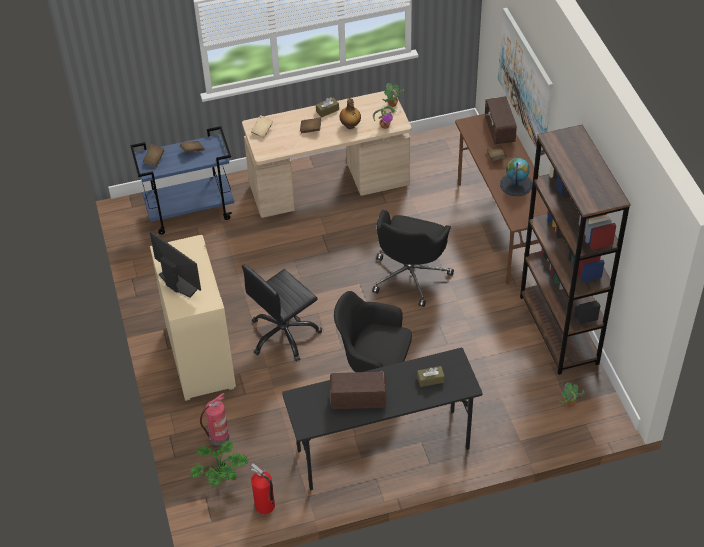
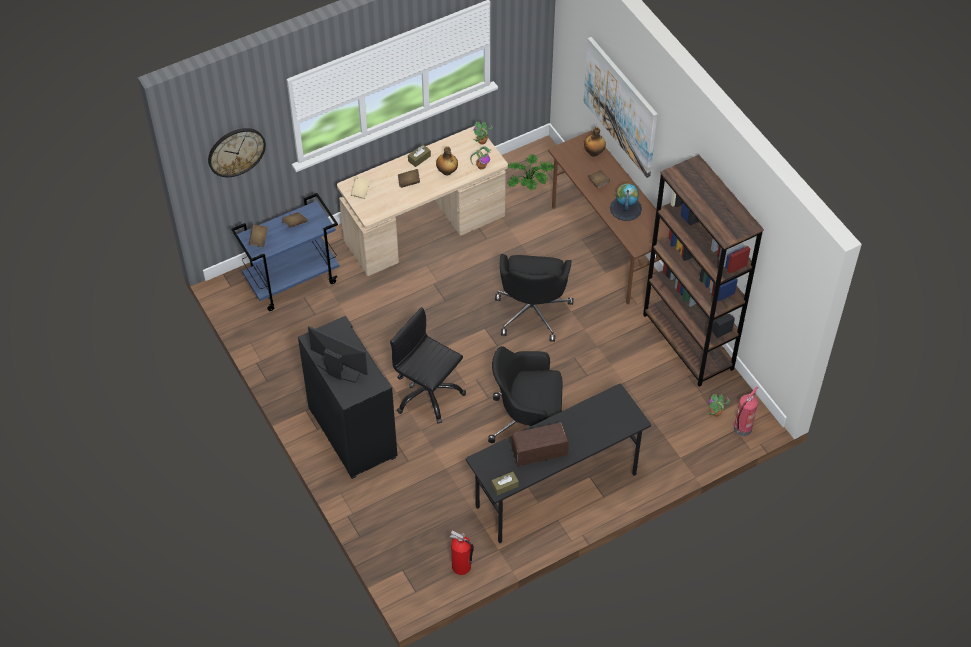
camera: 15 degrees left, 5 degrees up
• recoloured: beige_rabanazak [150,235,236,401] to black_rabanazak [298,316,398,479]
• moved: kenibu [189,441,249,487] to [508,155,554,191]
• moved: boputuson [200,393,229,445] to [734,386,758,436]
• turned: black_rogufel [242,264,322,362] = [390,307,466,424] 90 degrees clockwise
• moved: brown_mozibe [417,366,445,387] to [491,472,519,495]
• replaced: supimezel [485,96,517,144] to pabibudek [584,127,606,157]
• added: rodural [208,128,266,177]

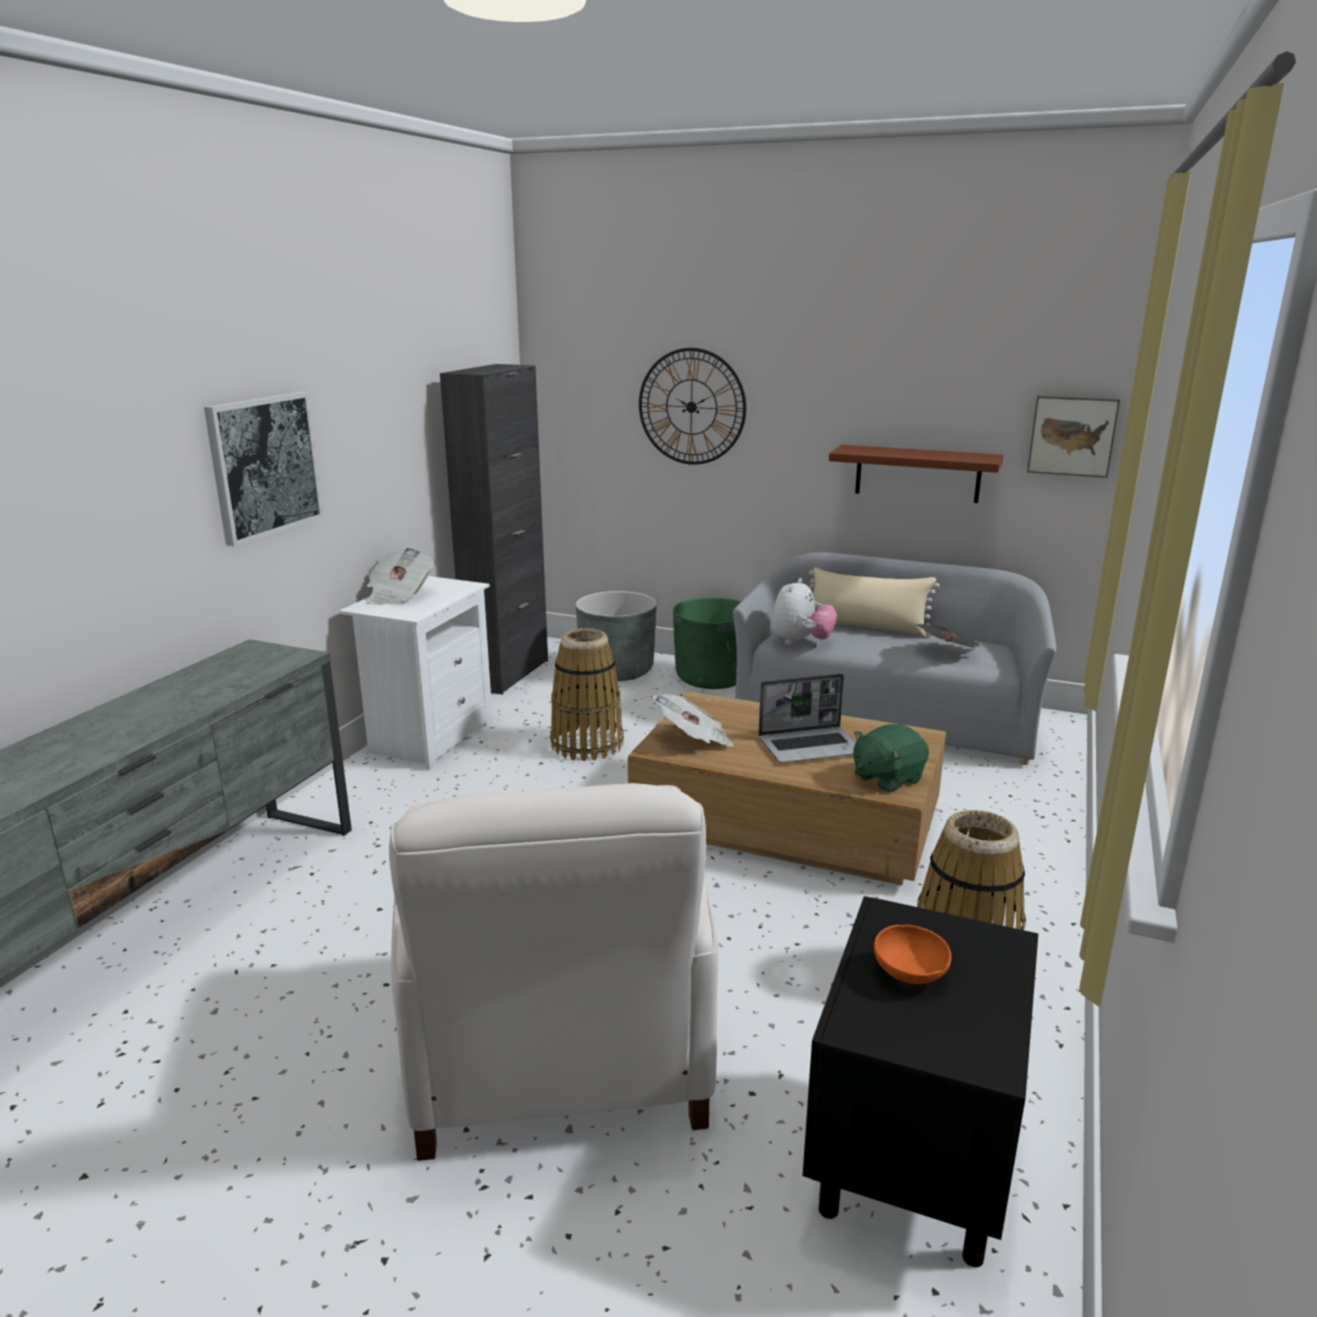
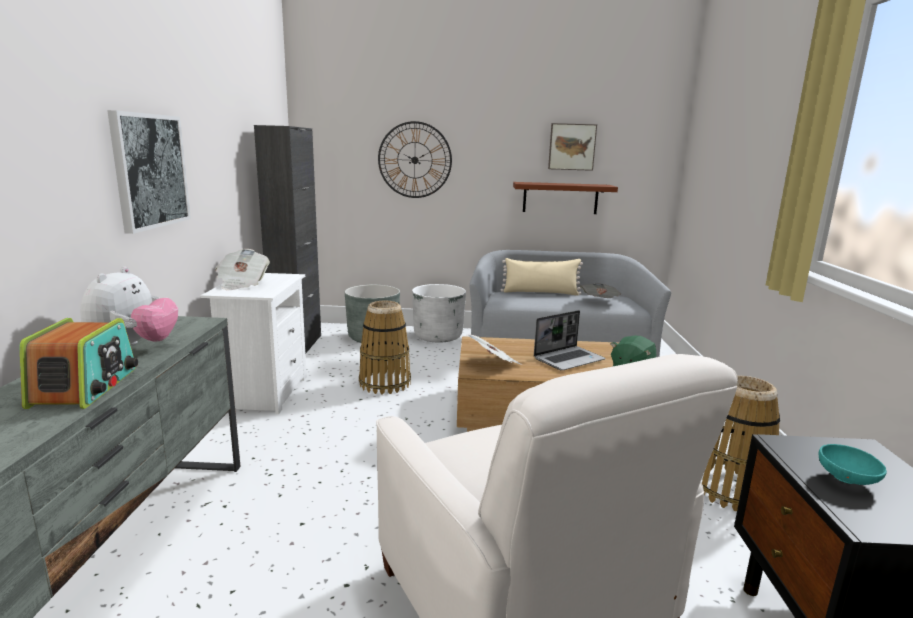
camera: 20 degrees left, 5 degrees down
• recoloured: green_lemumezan [673,597,741,689] to white_lemumezan [412,284,466,343]
• moved: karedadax [772,578,837,645] to [80,267,178,346]
• recoloured: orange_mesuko [874,925,952,984] to turquoise_mesuko [819,444,887,485]
• moved: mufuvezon [1027,395,1120,478] to [548,123,597,171]
• added: supimezel [20,318,138,409]

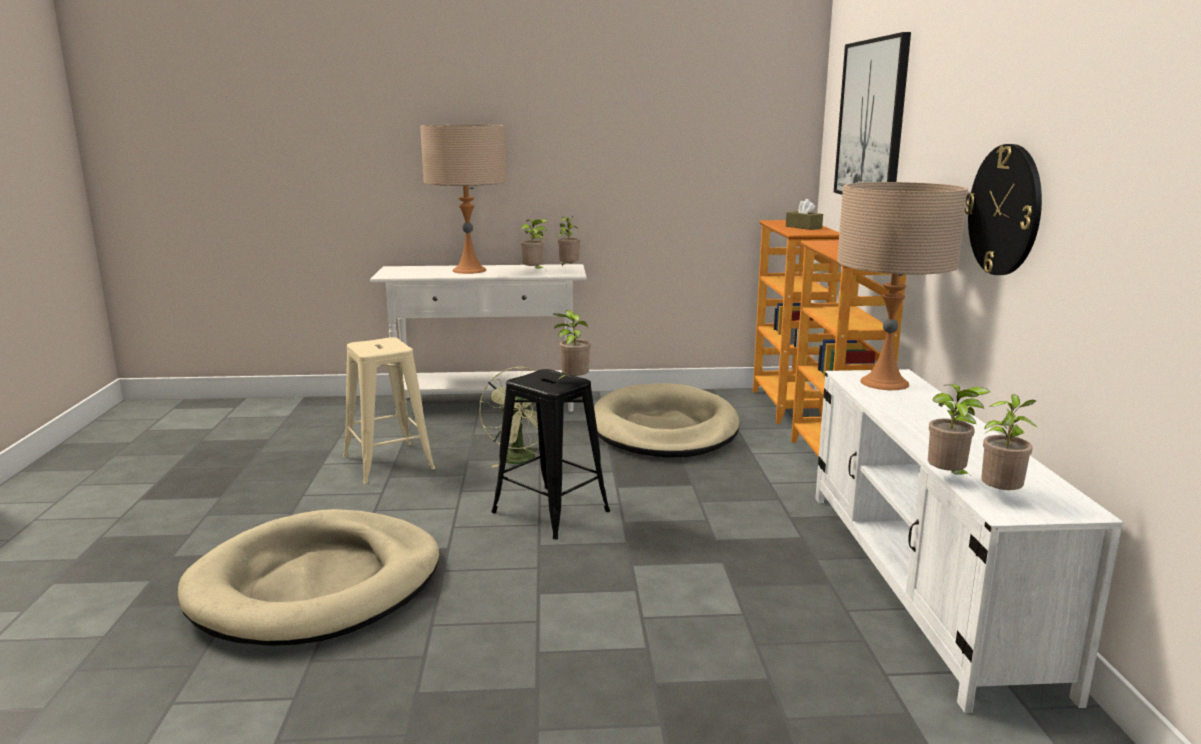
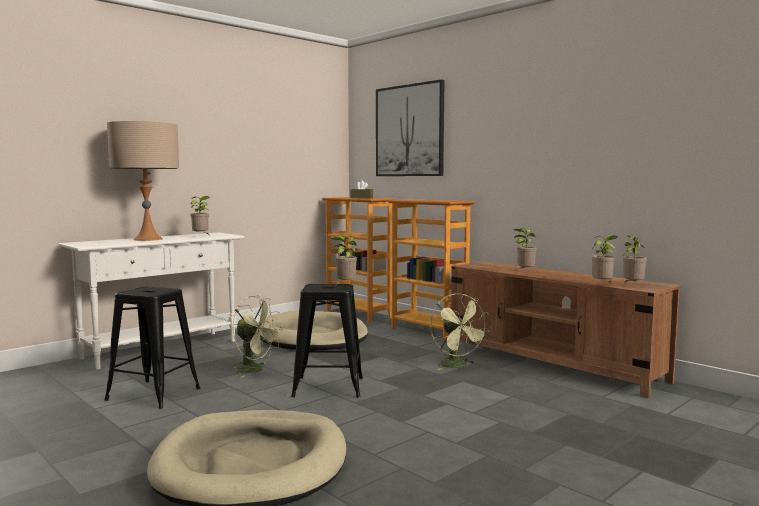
camera: 40 degrees left, 10 degrees down
• recoloured: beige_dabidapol [343,337,435,484] to black_dabidapol [104,286,200,409]
• moved: kenibu [557,216,580,266] to [513,228,536,271]
• recoloured: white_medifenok [815,369,1123,713] to brown_medifenok [451,261,680,398]
• removed: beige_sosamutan [837,182,968,390]
• removed: rodural [965,144,1042,275]
• added: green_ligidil [430,293,489,370]

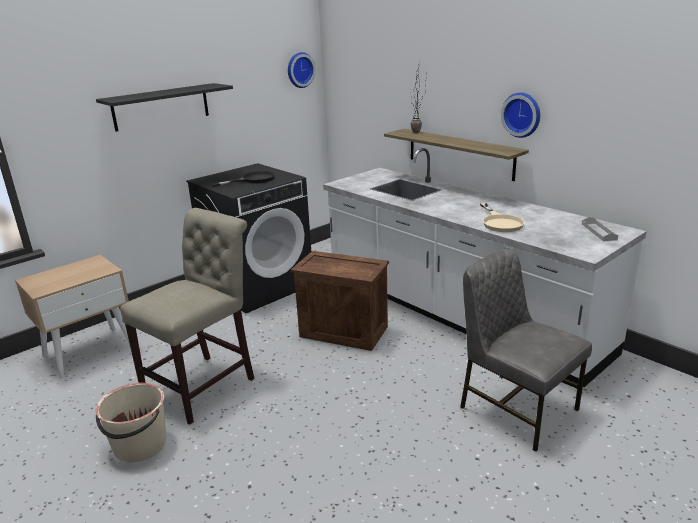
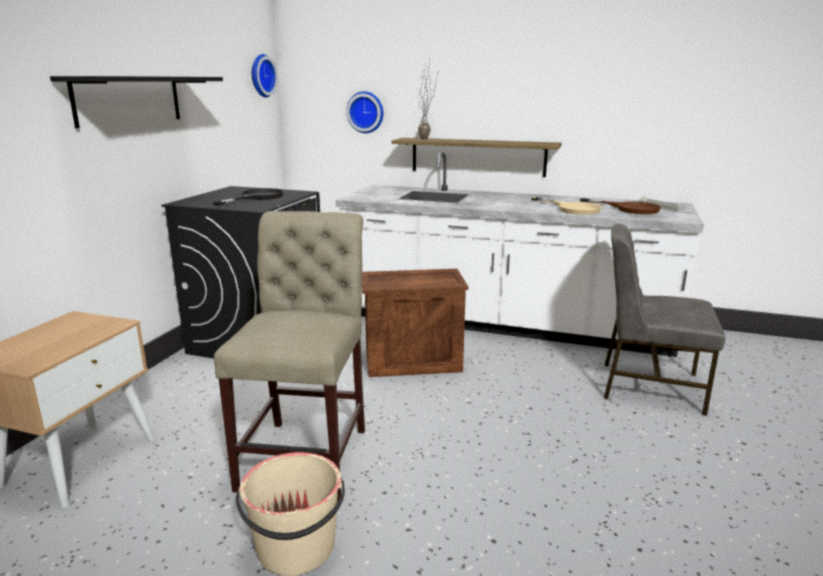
camera: 30 degrees left, 5 degrees down
• moved: rodural [501,92,540,138] to [346,91,384,133]
• added: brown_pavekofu [580,198,661,214]

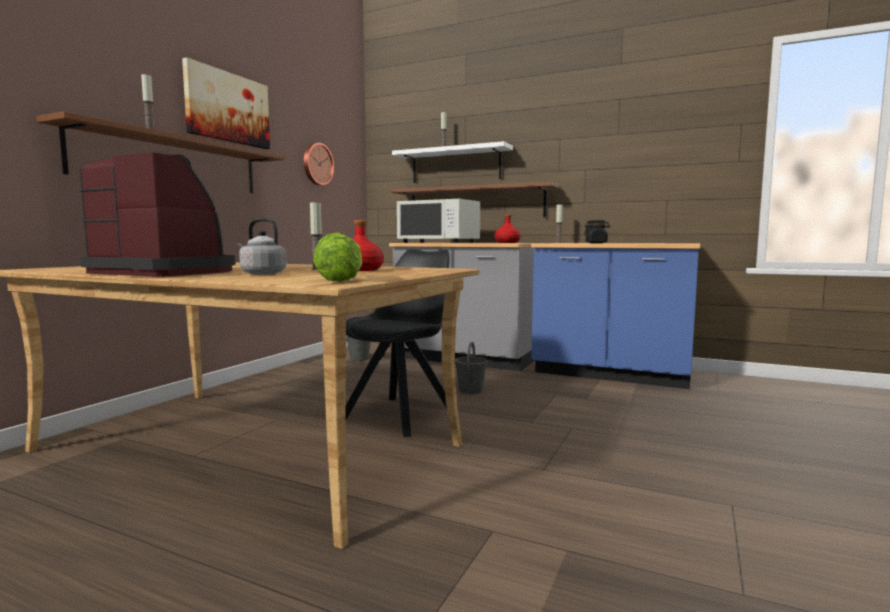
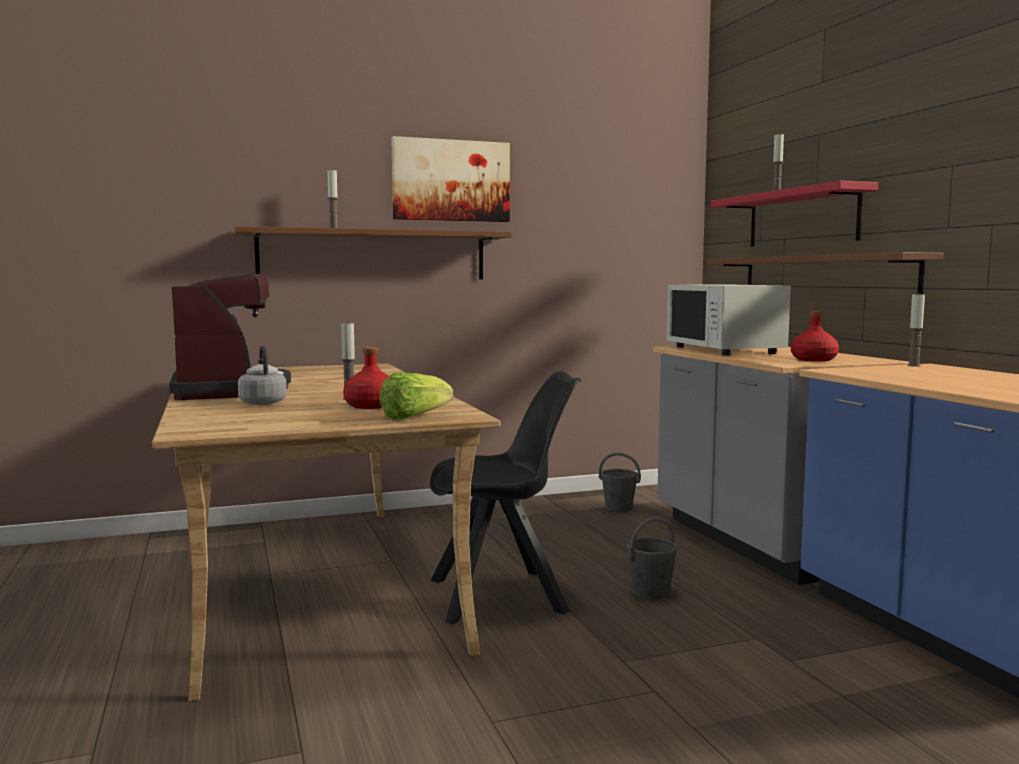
camera: 45 degrees right, 0 degrees up
• removed: rodural [304,143,334,186]
• moved: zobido [313,232,362,282] to [380,372,453,419]
• recoloured: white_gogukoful [392,141,513,183] to red_gogukoful [710,180,879,247]
• removed: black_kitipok [584,220,610,243]

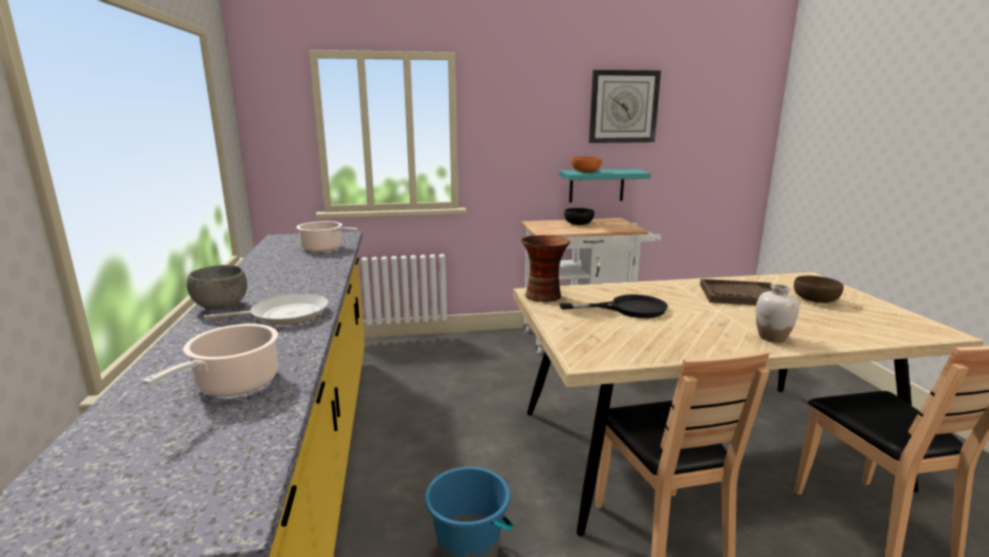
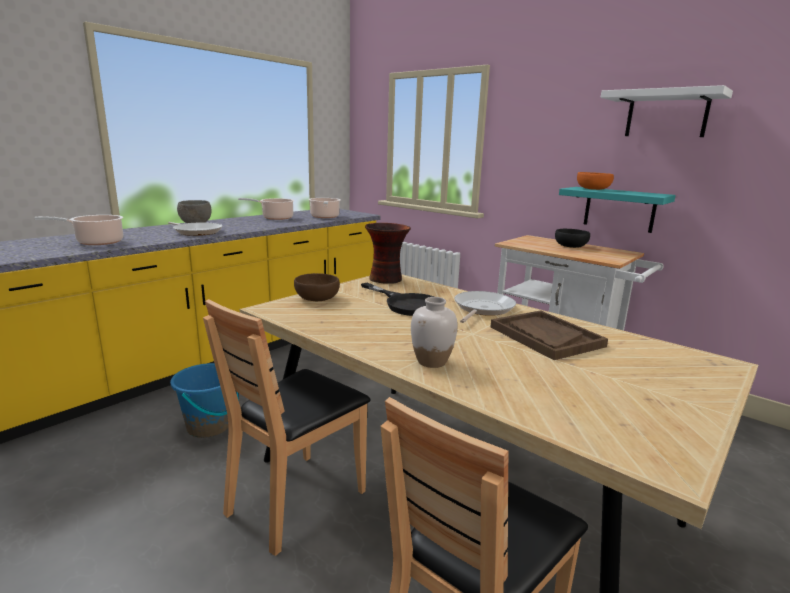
camera: 50 degrees right, 0 degrees up
• replaced: rodural [589,70,661,143] to white_gogukoful [601,85,733,137]
• moved: brown_mesuko [794,276,844,303] to [294,273,340,301]
• added: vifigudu [238,198,294,220]
• added: pavekofu [454,291,516,323]

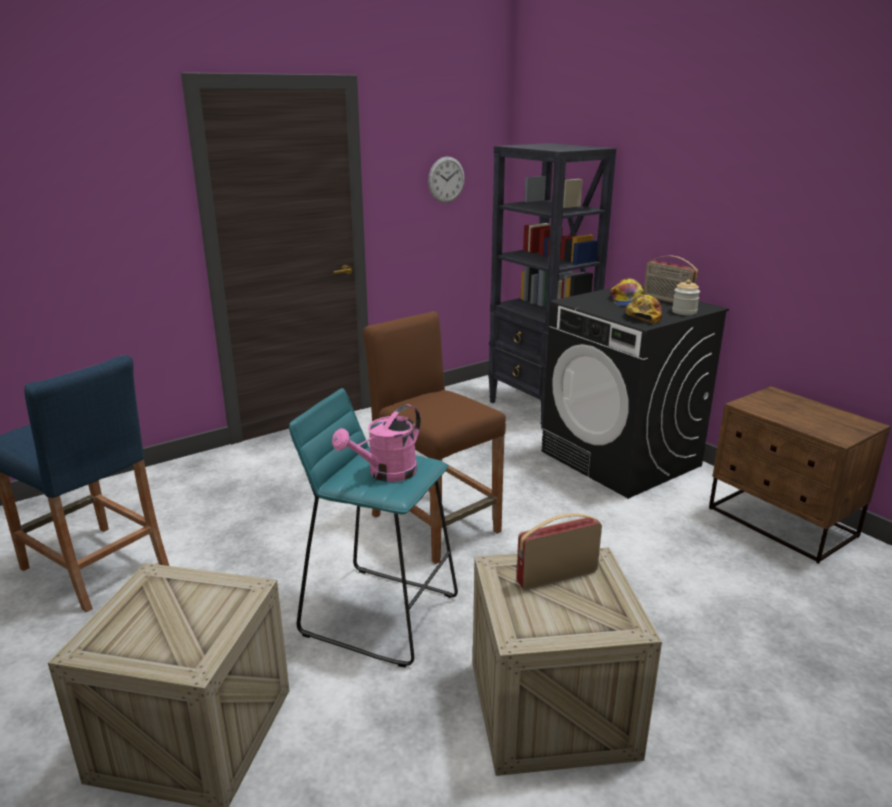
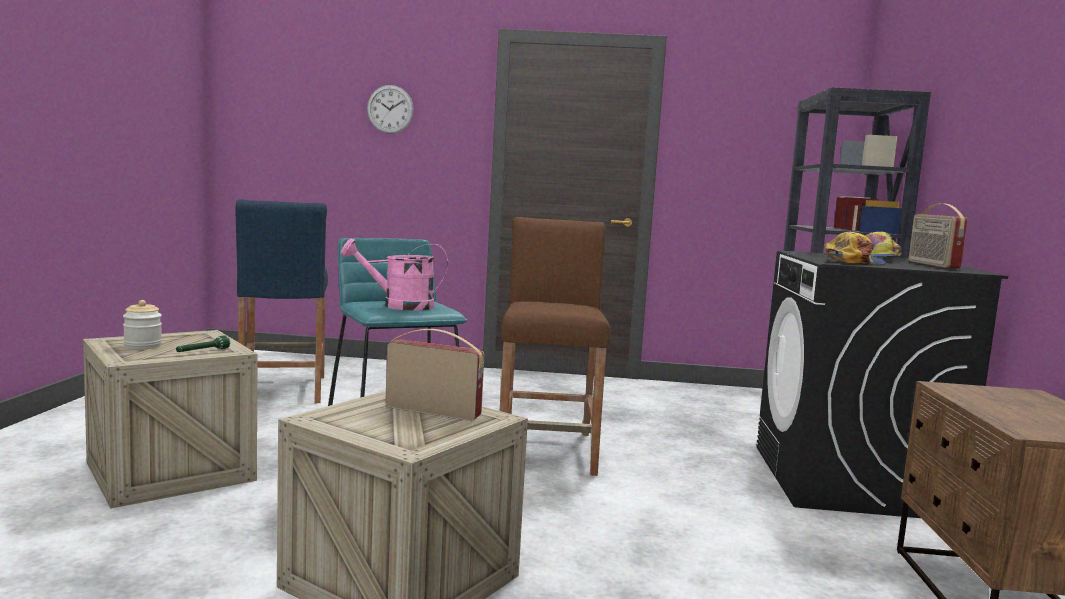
camera: 40 degrees right, 15 degrees down
• moved: rodural [428,157,465,203] to [367,85,414,134]
• moved: kitipok [672,280,700,315] to [123,300,162,349]
• added: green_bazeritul [176,336,230,352]

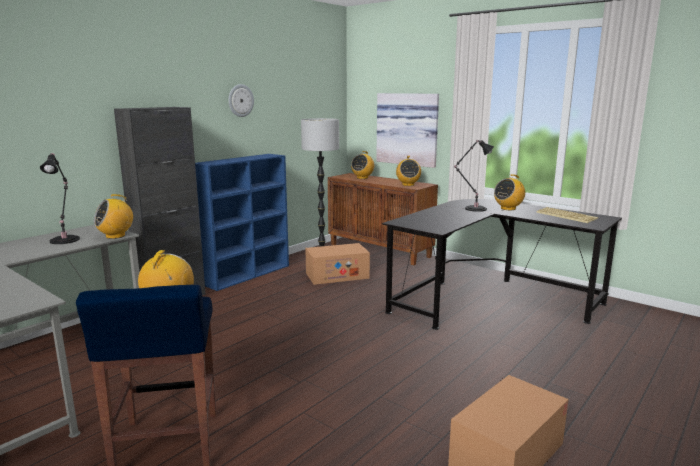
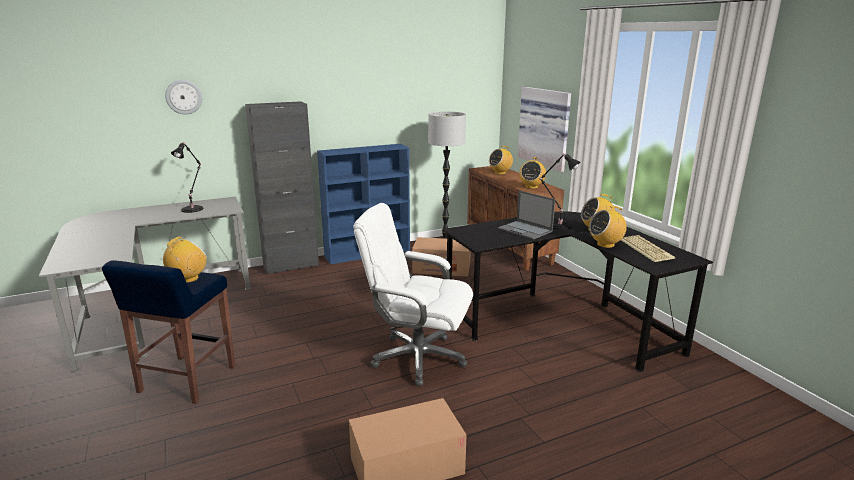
camera: 25 degrees right, 5 degrees up
• moved: supimezel [94,194,133,239] to [589,206,627,248]
• moved: rodural [228,84,254,117] to [165,80,202,115]
• added: white_rogufel [353,203,473,386]
• added: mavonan [498,191,555,240]

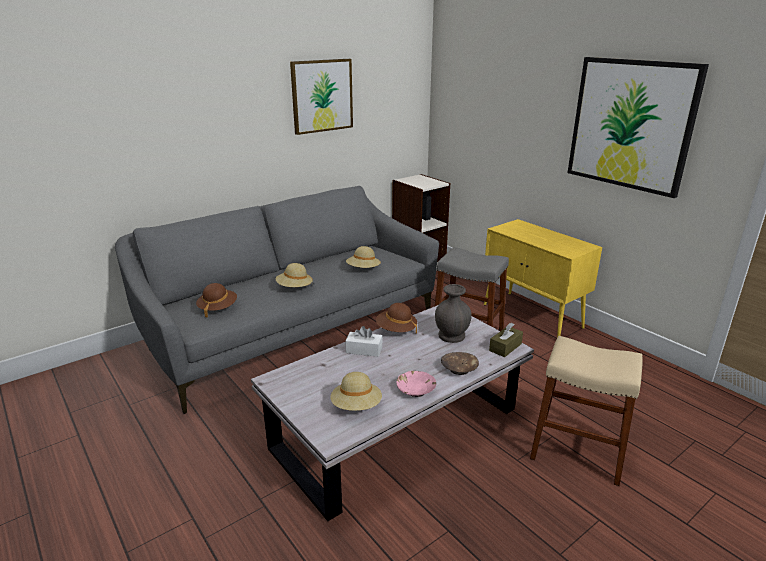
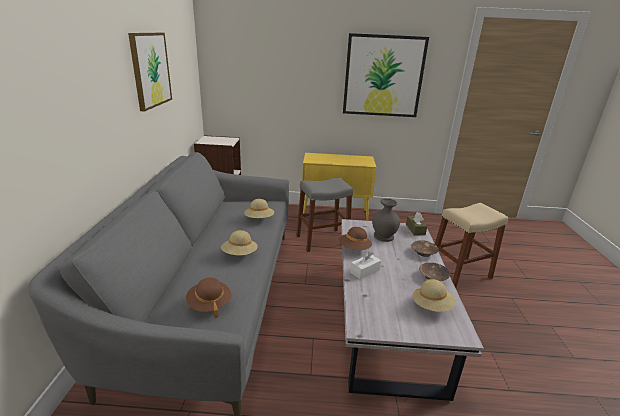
camera: 50 degrees left, 0 degrees up
• recoloured: pink_mesuko [397,371,436,397] to brown_mesuko [419,263,450,281]

